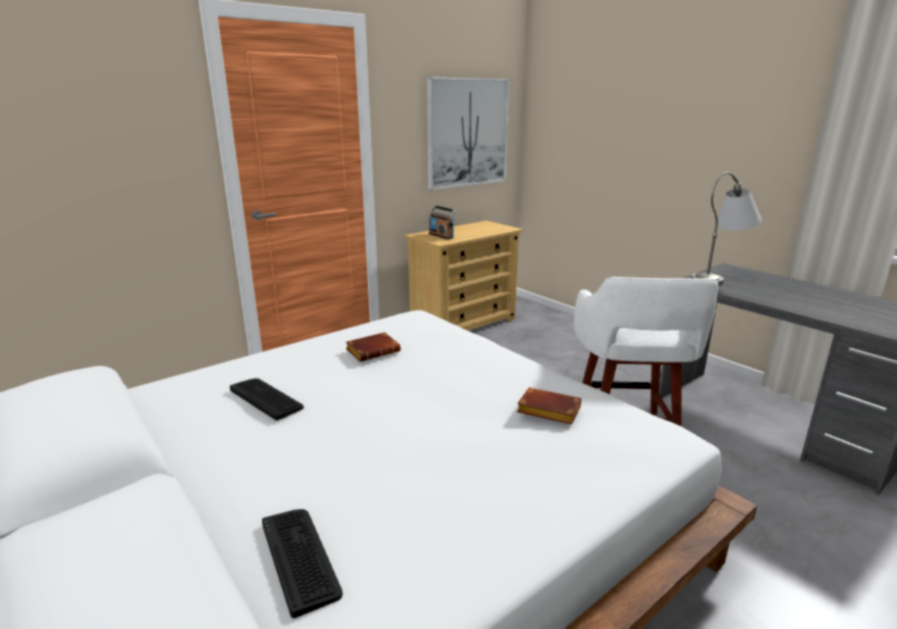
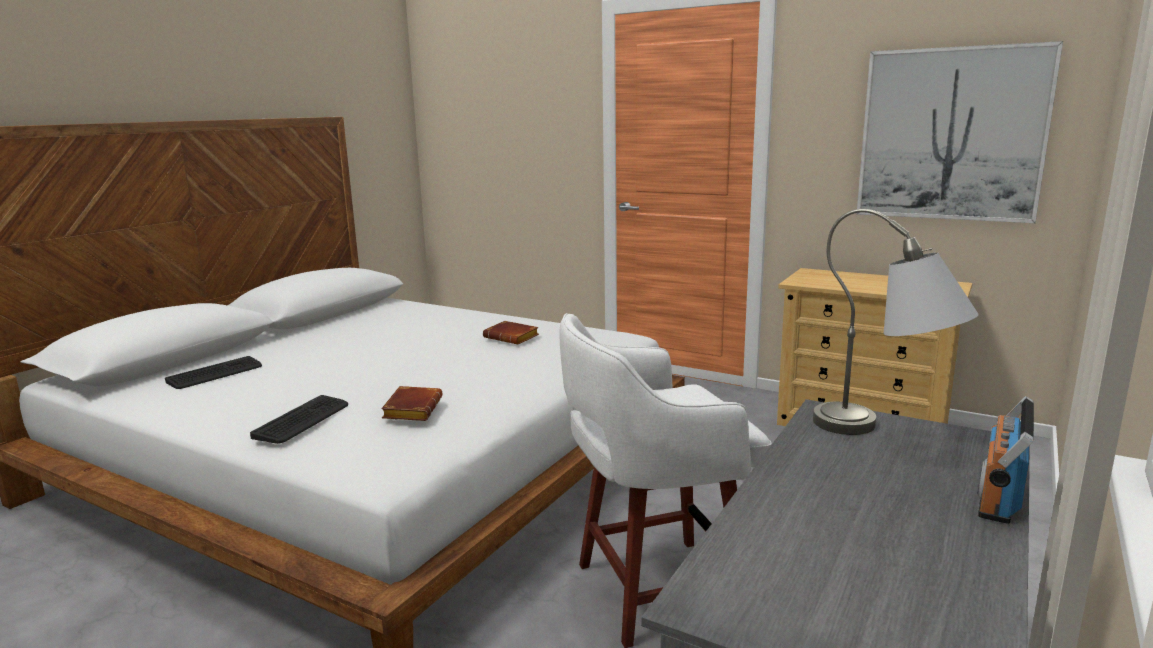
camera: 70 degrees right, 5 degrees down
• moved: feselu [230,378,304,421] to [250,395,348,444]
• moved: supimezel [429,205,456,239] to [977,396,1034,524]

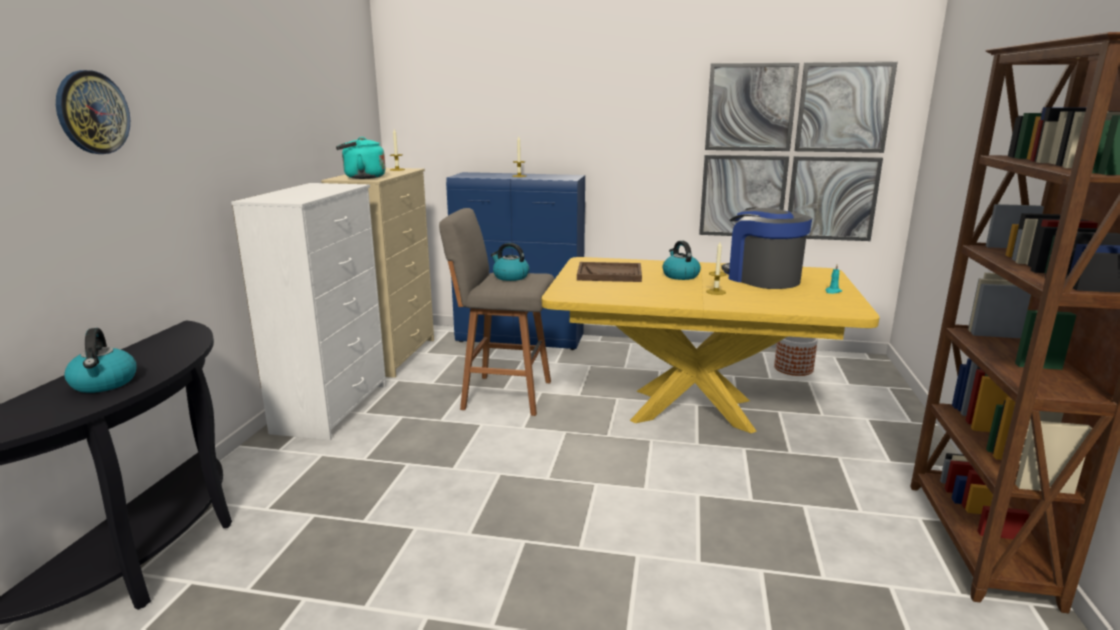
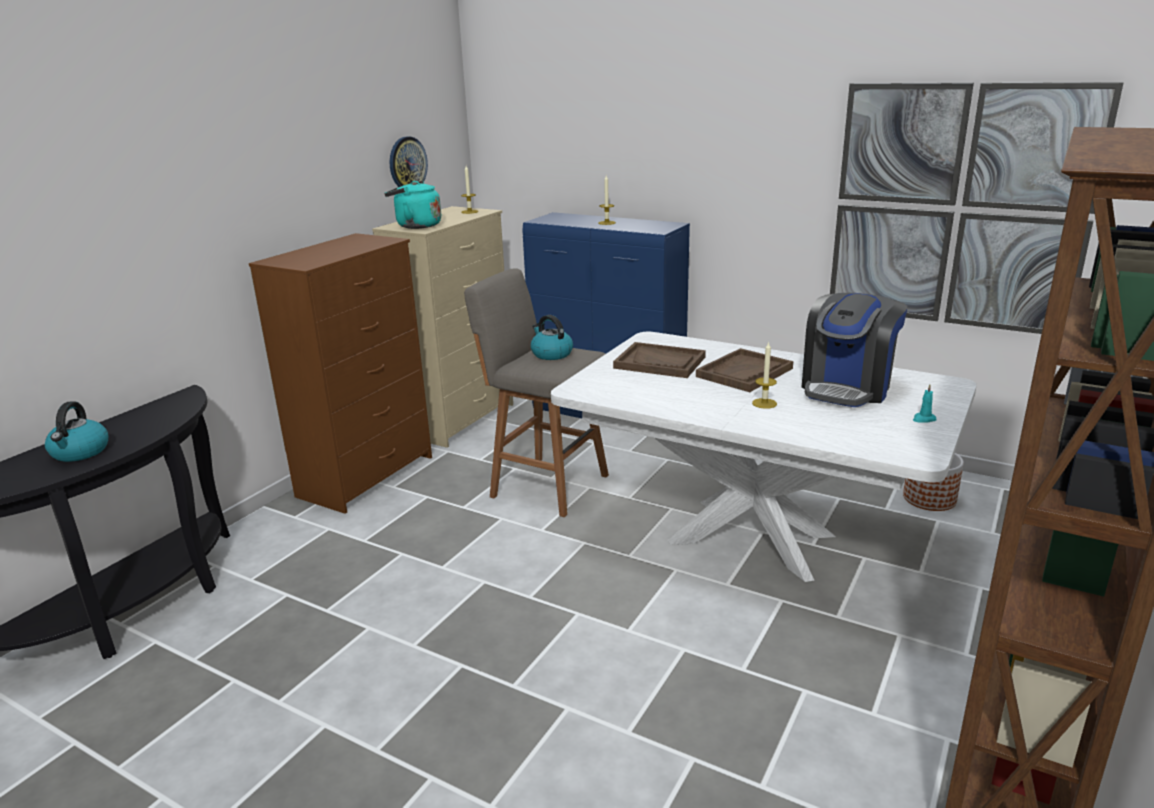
camera: 20 degrees right, 5 degrees up
• moved: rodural [56,70,130,154] to [390,136,428,187]
• recoloured: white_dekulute [231,183,386,440] to brown_dekulute [249,233,432,514]
• recoloured: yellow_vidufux [542,257,880,433] to white_vidufux [551,332,976,582]
• replaced: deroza [663,241,701,280] to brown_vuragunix [696,348,793,392]
• turned: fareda [721,207,812,289] = [801,293,907,407] 135 degrees counterclockwise

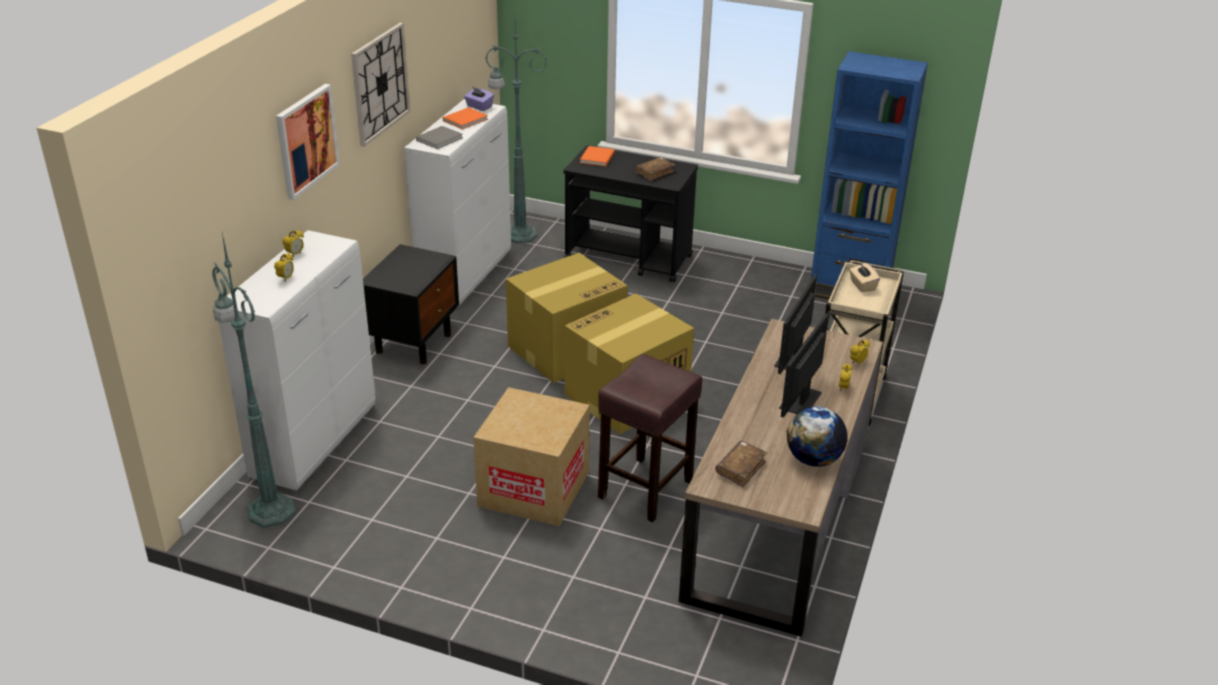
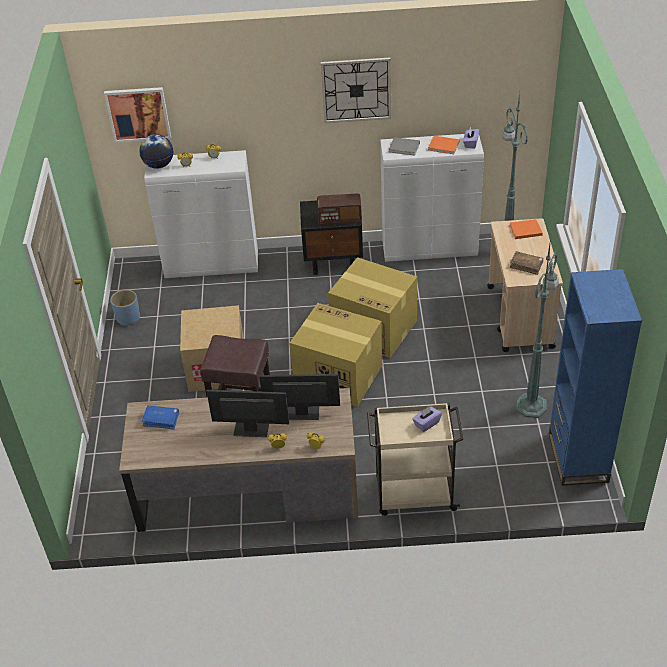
camera: 70 degrees right, 10 degrees up
• moved: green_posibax [212,233,296,528] to [516,239,559,418]
• moved: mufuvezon [276,84,340,200] to [104,87,171,143]
• recoloured: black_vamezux [564,145,698,283] to beige_vamezux [487,218,563,352]
• recoloured: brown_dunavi [716,441,767,487] to blue_dunavi [141,405,179,430]
• moved: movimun [787,406,848,467] to [139,134,173,169]
• recoloured: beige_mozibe [849,263,880,292] to purple_mozibe [412,406,442,432]
• added: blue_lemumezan [110,289,140,326]
• added: supimezel [317,193,362,225]

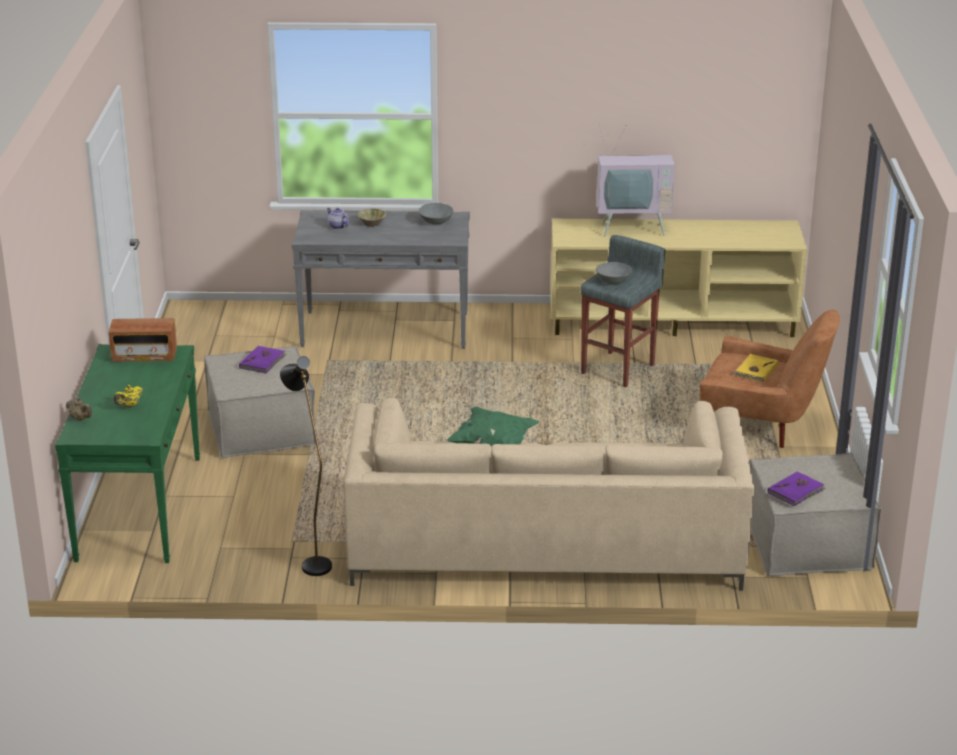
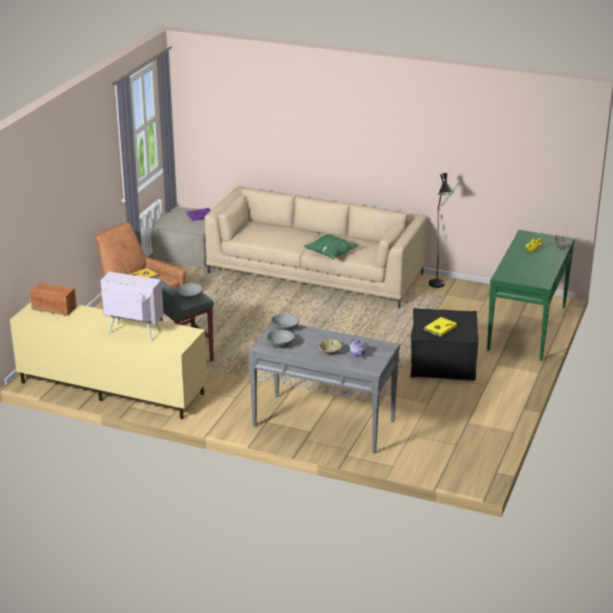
camera: 160 degrees left, 0 degrees up
• moved: supimezel [108,318,177,362] to [30,283,76,316]
• recoloured: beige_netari [204,346,316,458] to black_netari [410,308,478,381]
• recoloured: purple_dunavi [239,346,287,373] to yellow_dunavi [423,317,457,337]
• added: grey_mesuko [272,313,299,331]

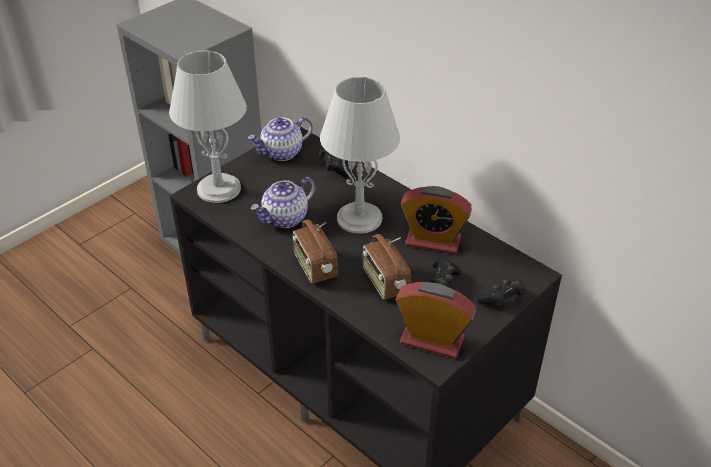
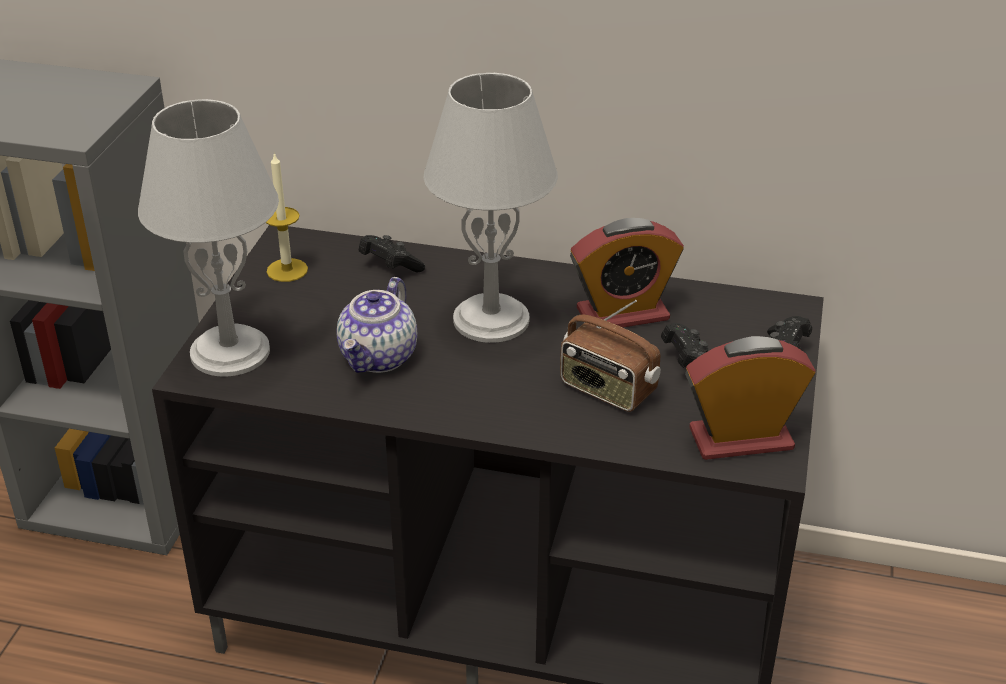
camera: 30 degrees left, 5 degrees down
• replaced: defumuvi [248,117,313,161] to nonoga [266,152,308,282]
• removed: supimezel [293,220,338,284]

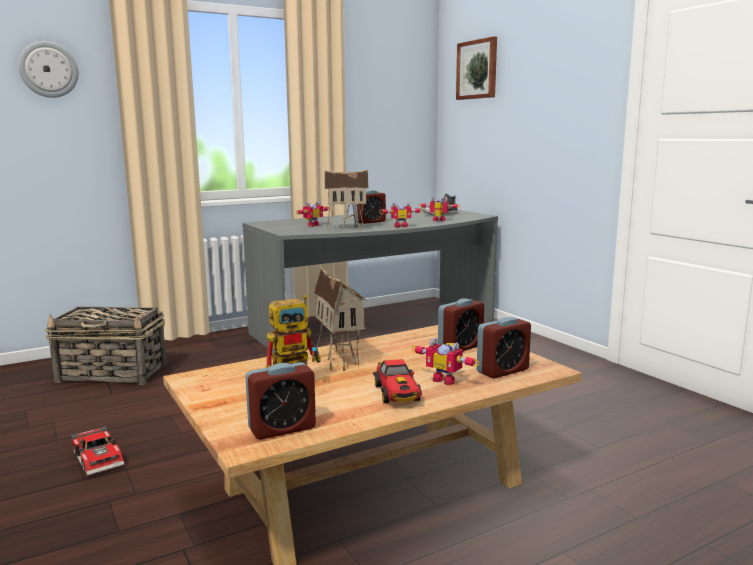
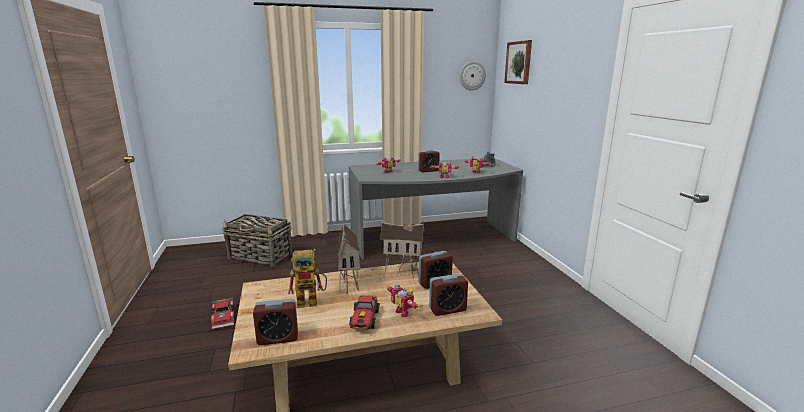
camera: 15 degrees right, 5 degrees up
• moved: rodural [18,41,79,98] to [460,61,486,91]
• moved: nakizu [324,170,368,230] to [380,222,425,279]

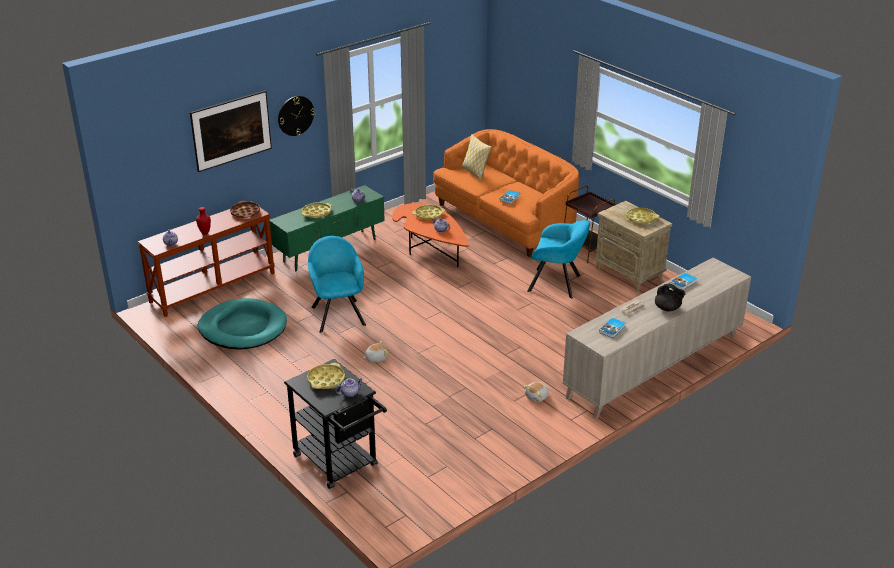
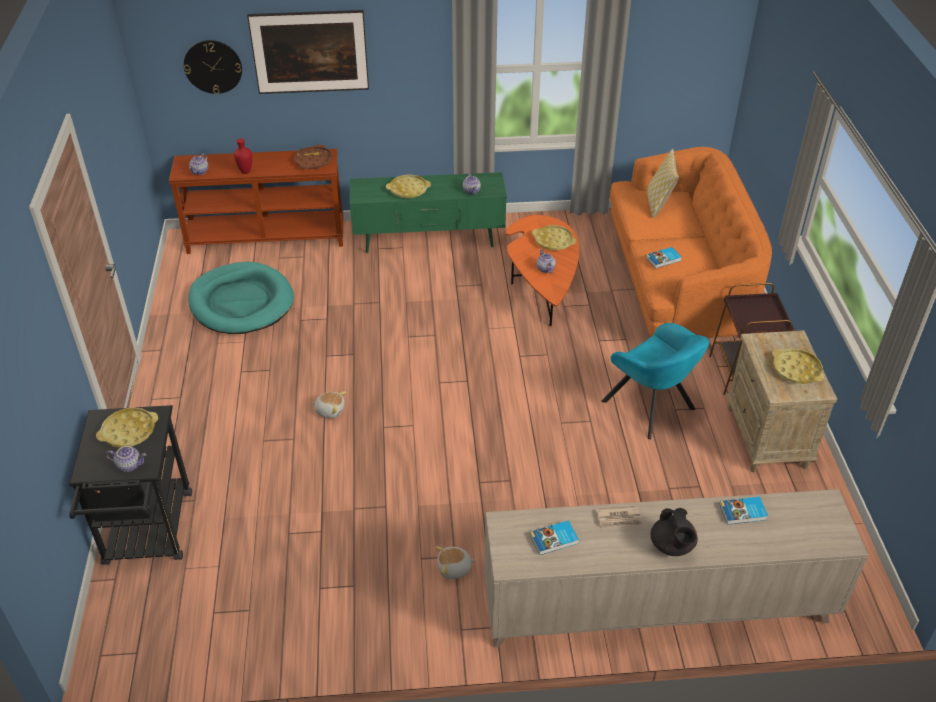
camera: 35 degrees right, 10 degrees up
• moved: rodural [278,96,315,136] to [184,40,242,94]
• removed: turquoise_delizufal [308,236,366,333]

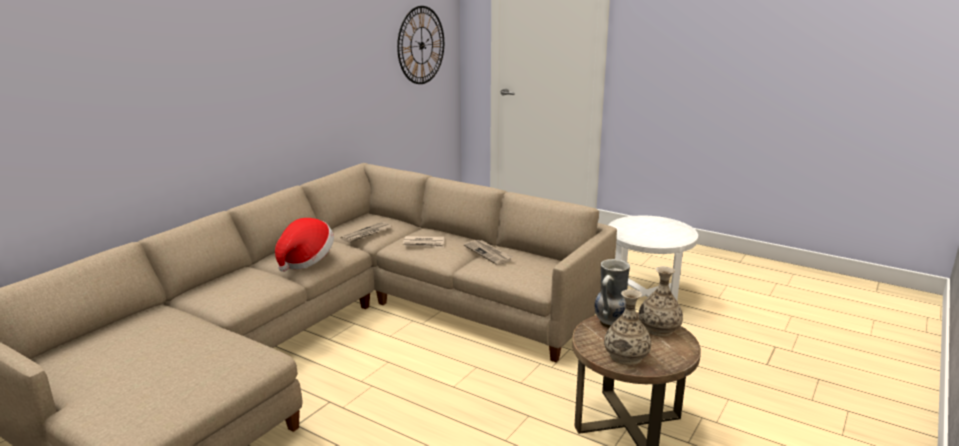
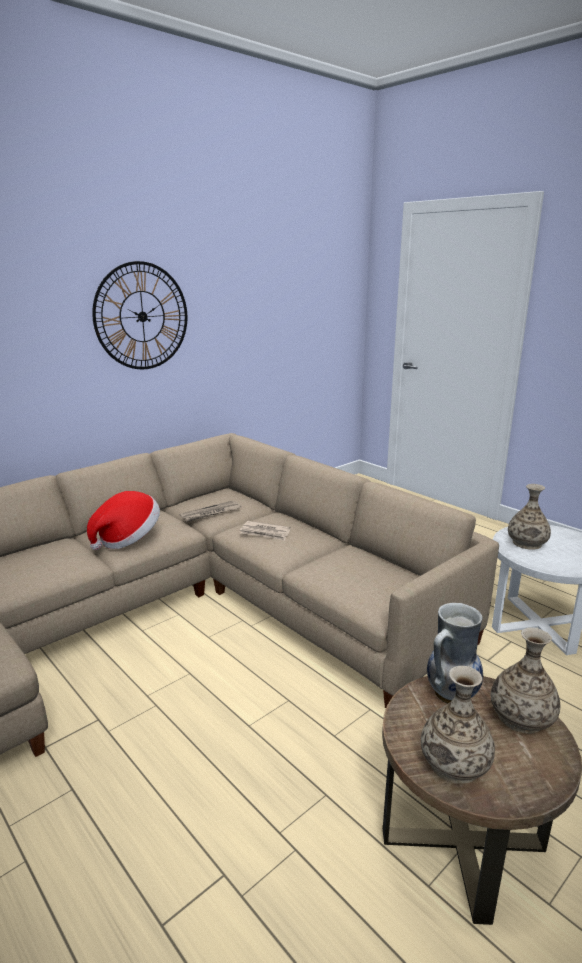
camera: 15 degrees right, 0 degrees up
• moved: rodural [397,6,444,84] to [92,261,187,369]
• removed: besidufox [464,240,513,265]
• added: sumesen [508,484,551,550]

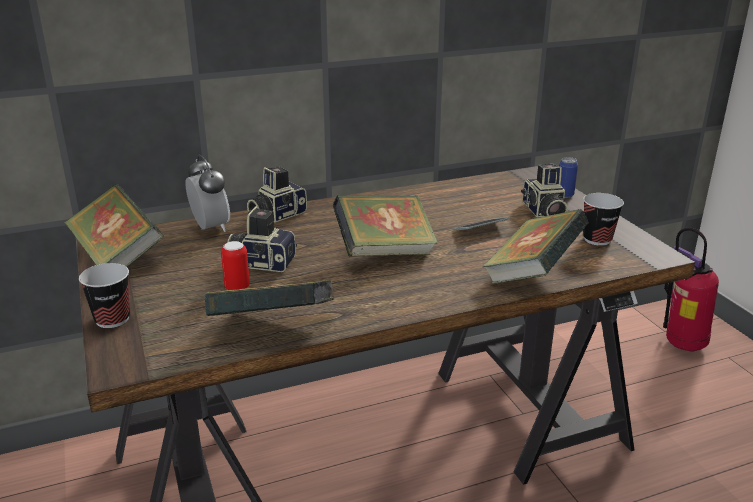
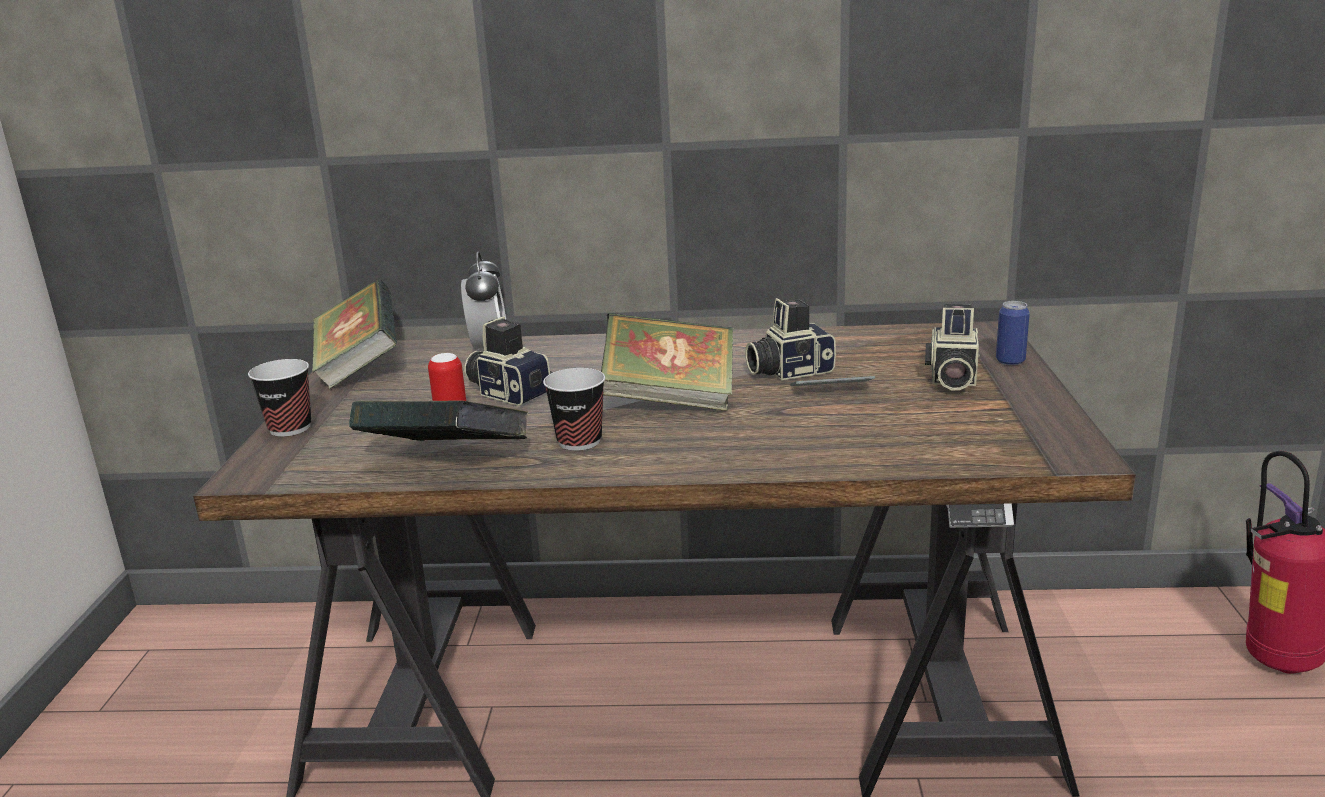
camera: 25 degrees right, 5 degrees down
• moved: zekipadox [247,166,307,223] to [745,298,836,381]
• removed: dunavi [483,209,589,284]
• moved: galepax [583,193,624,246] to [543,368,605,451]

